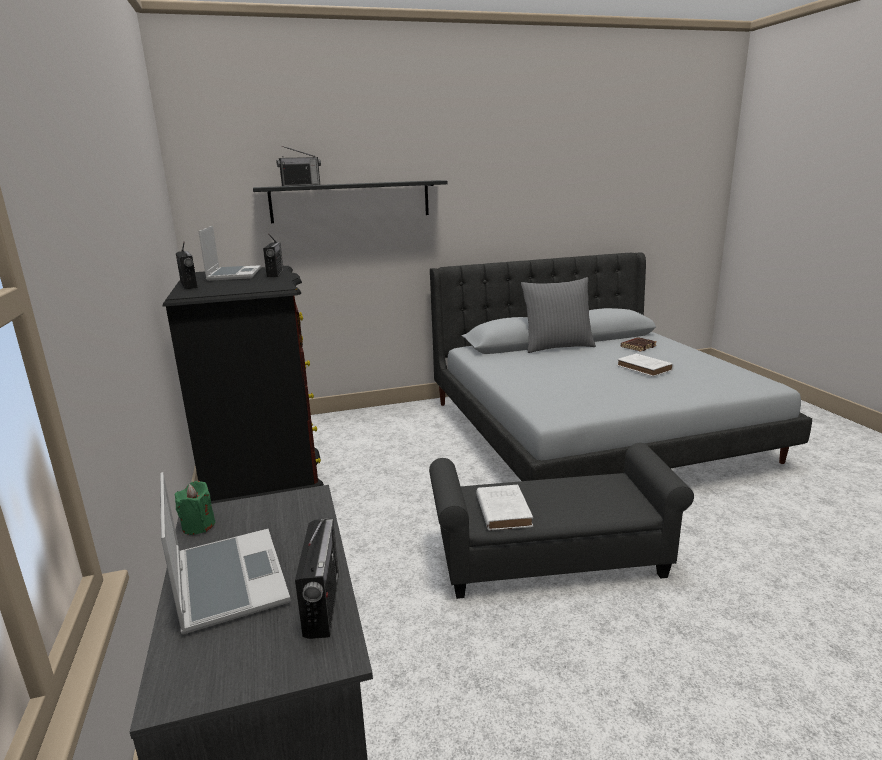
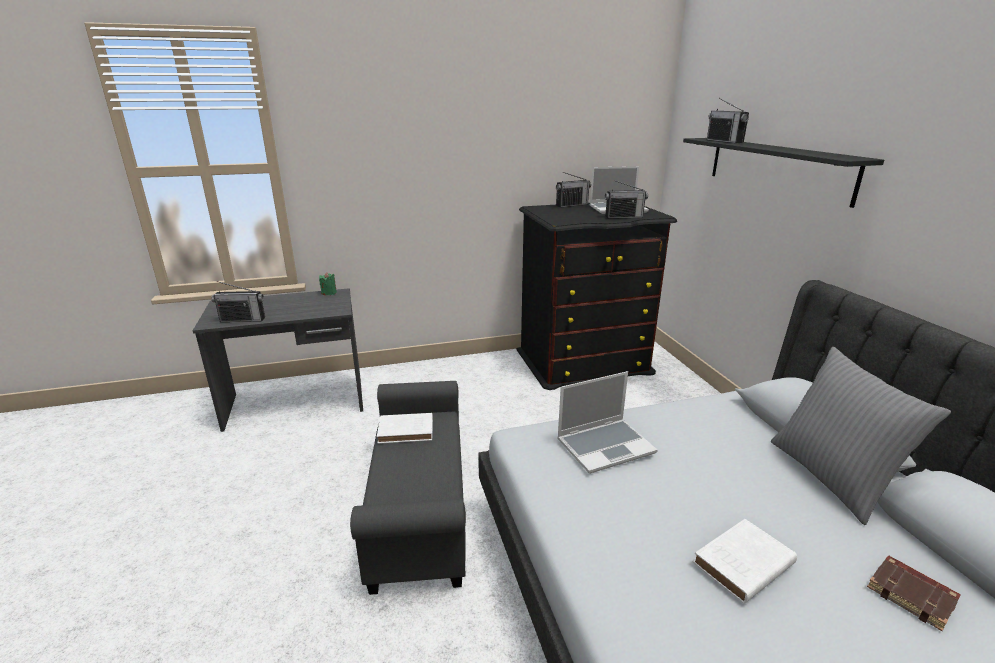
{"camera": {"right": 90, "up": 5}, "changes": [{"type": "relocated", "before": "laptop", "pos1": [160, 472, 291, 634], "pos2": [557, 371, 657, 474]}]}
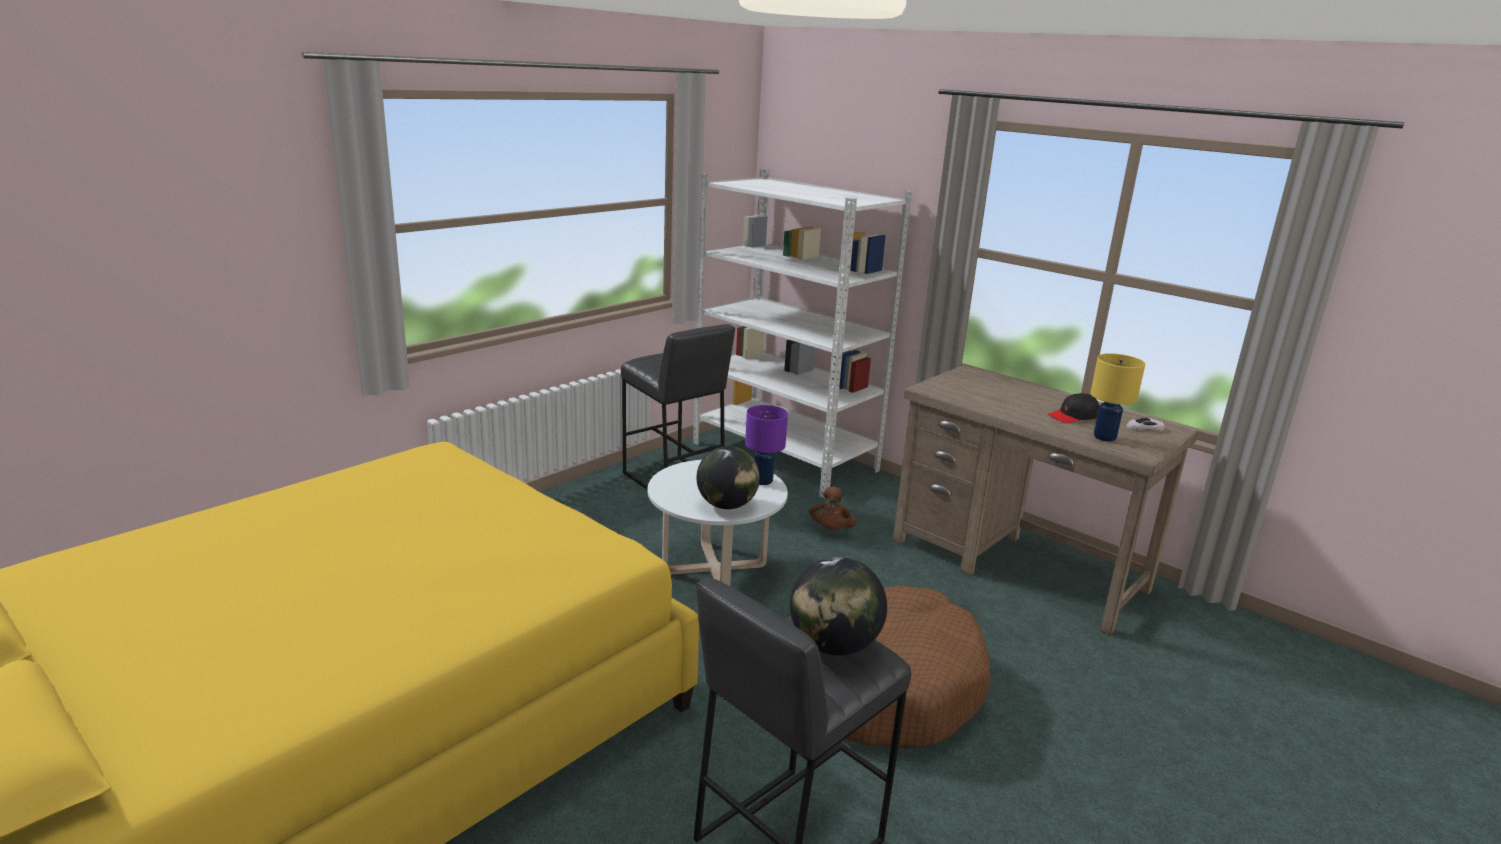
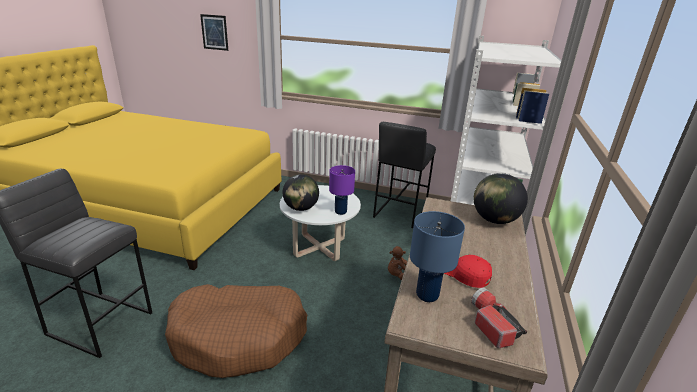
{"camera": {"right": 65, "up": 5}, "changes": [{"type": "appeared", "after": "picture", "pos2": [200, 14, 228, 51]}, {"type": "colour", "before": "table lamp/yellow", "after": "table lamp/blue", "pos1": [1090, 353, 1145, 442], "pos2": [410, 211, 465, 302]}, {"type": "colour", "before": "cap/black", "after": "cap/red", "pos1": [1048, 393, 1099, 423], "pos2": [444, 255, 492, 288]}, {"type": "exchanged", "before": "toy car/white", "after": "flashlight", "pos1": [1126, 418, 1165, 432], "pos2": [471, 288, 527, 348]}, {"type": "relocated", "before": "globe", "pos1": [790, 557, 887, 656], "pos2": [474, 173, 528, 224]}]}
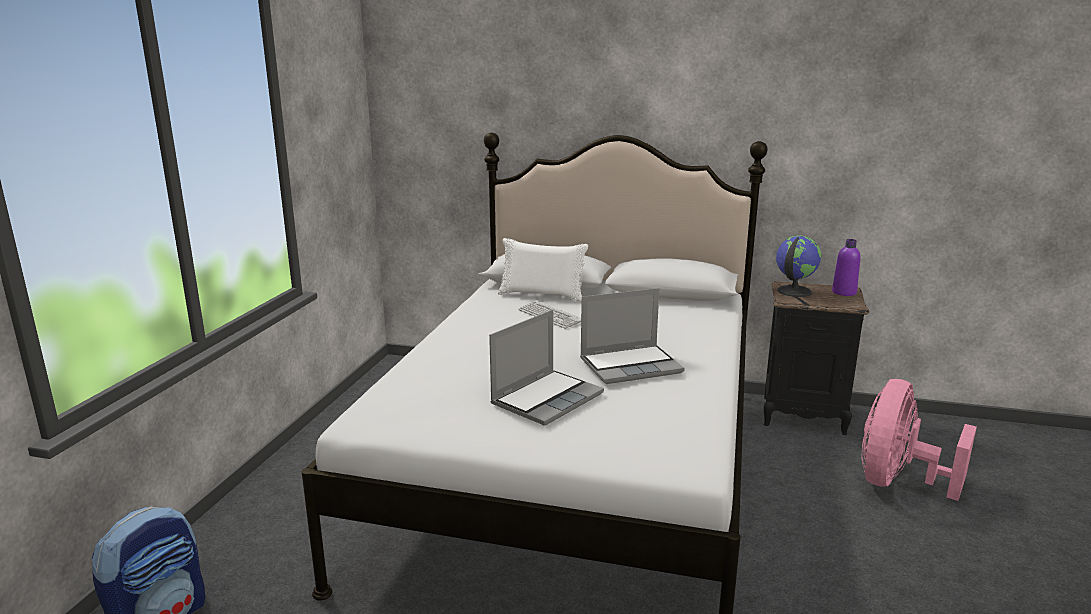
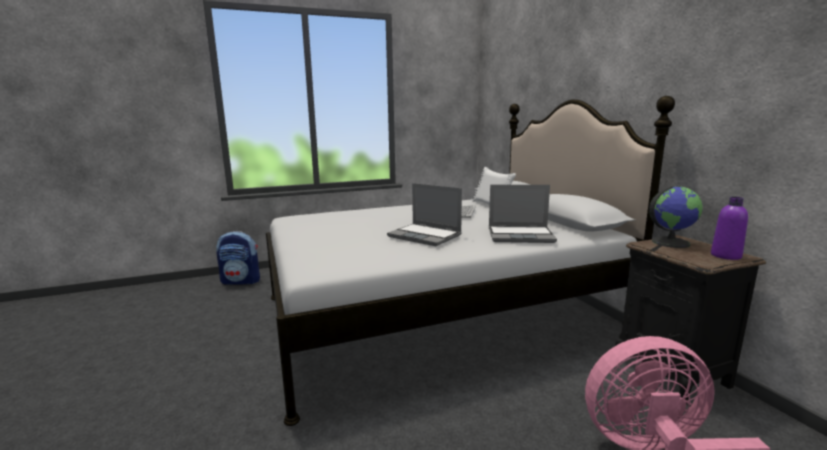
{"camera": {"right": 55, "up": -5}, "changes": [{"type": "relocated", "before": "laptop", "pos1": [489, 310, 604, 426], "pos2": [489, 185, 557, 243]}]}
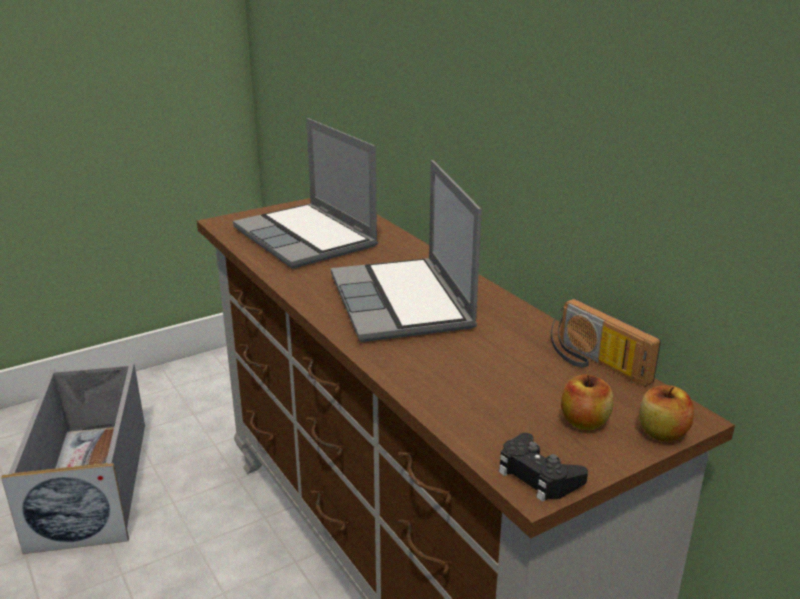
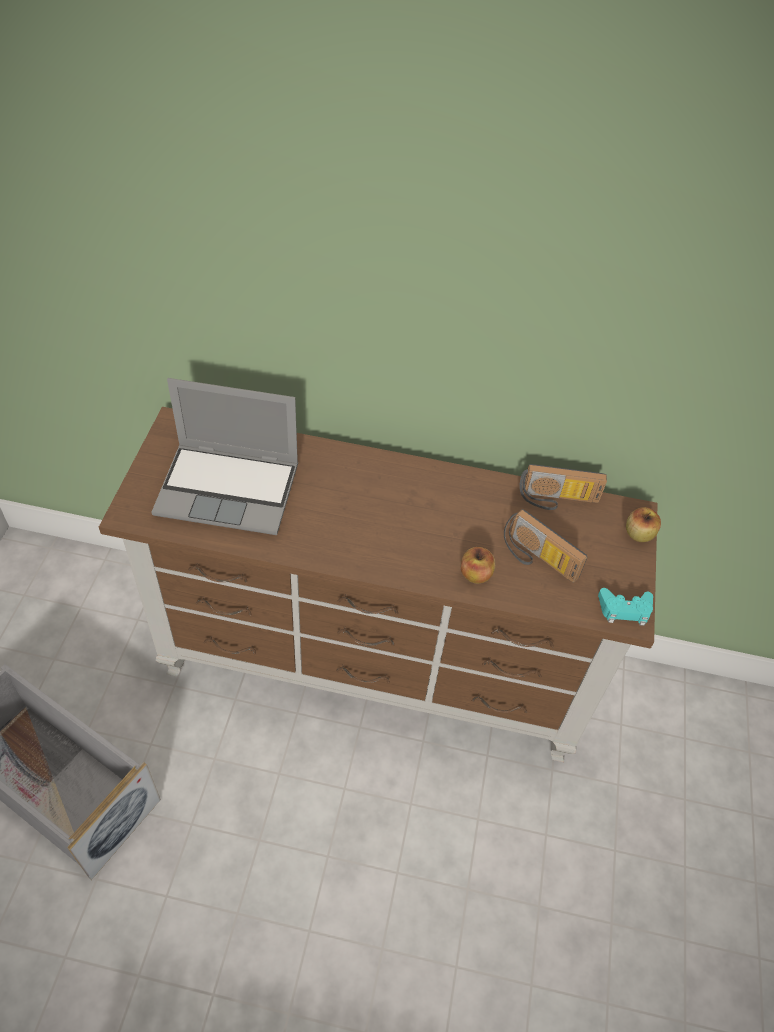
{"camera": {"right": -50, "up": 25}, "changes": [{"type": "relocated", "before": "apple", "pos1": [561, 375, 613, 430], "pos2": [461, 547, 495, 584]}, {"type": "appeared", "after": "radio", "pos2": [504, 509, 588, 582]}, {"type": "colour", "before": "game controller/black", "after": "game controller/turquoise", "pos1": [499, 433, 588, 502], "pos2": [598, 588, 653, 626]}, {"type": "missing", "before": "laptop", "pos1": [331, 160, 482, 342]}]}
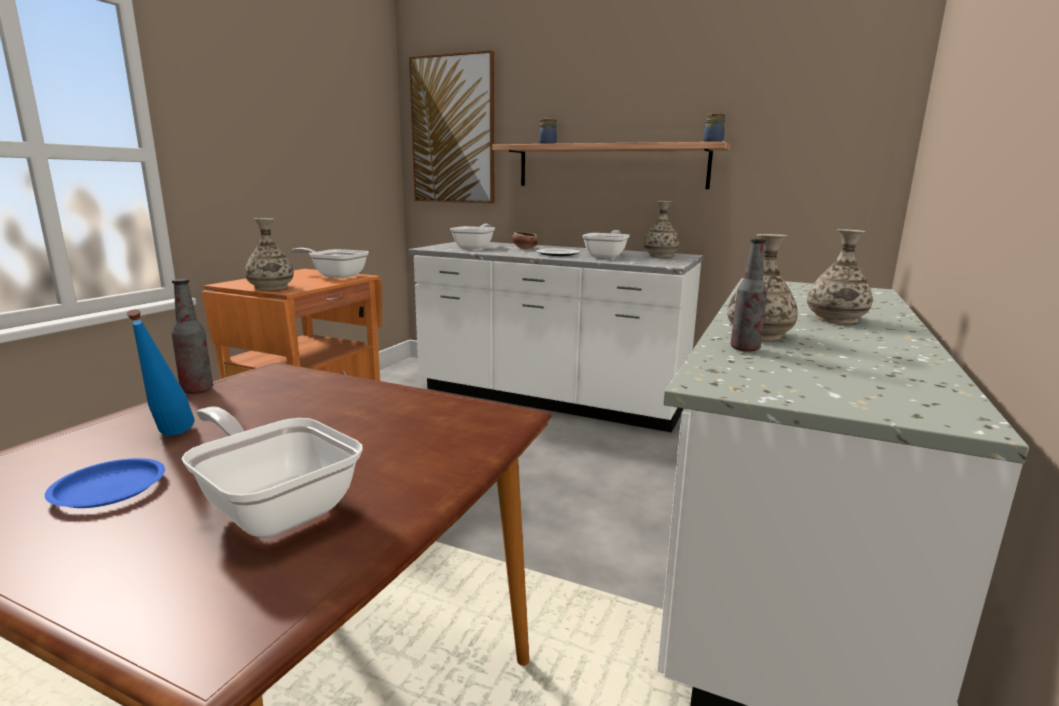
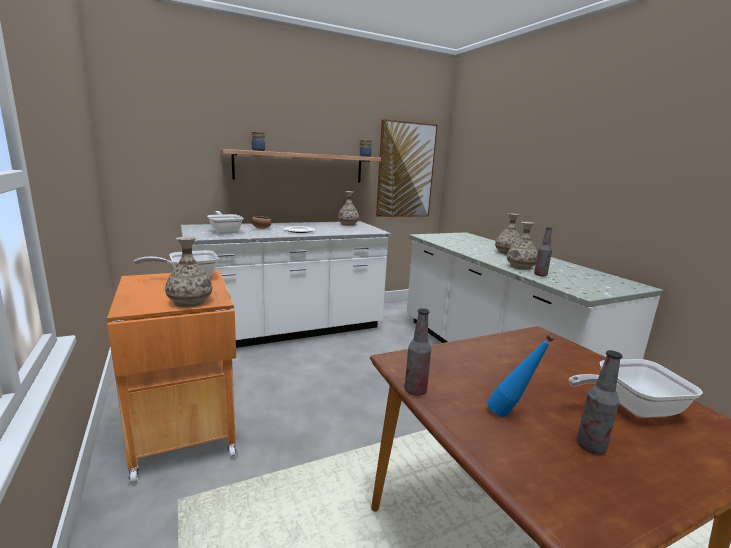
{"camera": {"right": -50, "up": 0}, "changes": [{"type": "relocated", "before": "picture", "pos1": [409, 50, 494, 203], "pos2": [376, 119, 438, 217]}, {"type": "exchanged", "before": "plate/blue", "after": "bottle", "pos1": [45, 458, 165, 508], "pos2": [577, 350, 622, 454]}, {"type": "missing", "before": "frying pan", "pos1": [582, 230, 630, 258]}]}
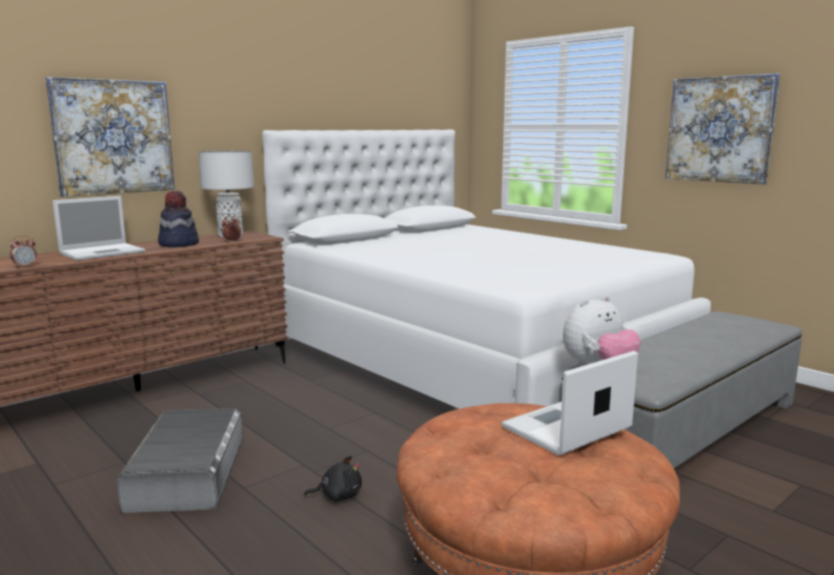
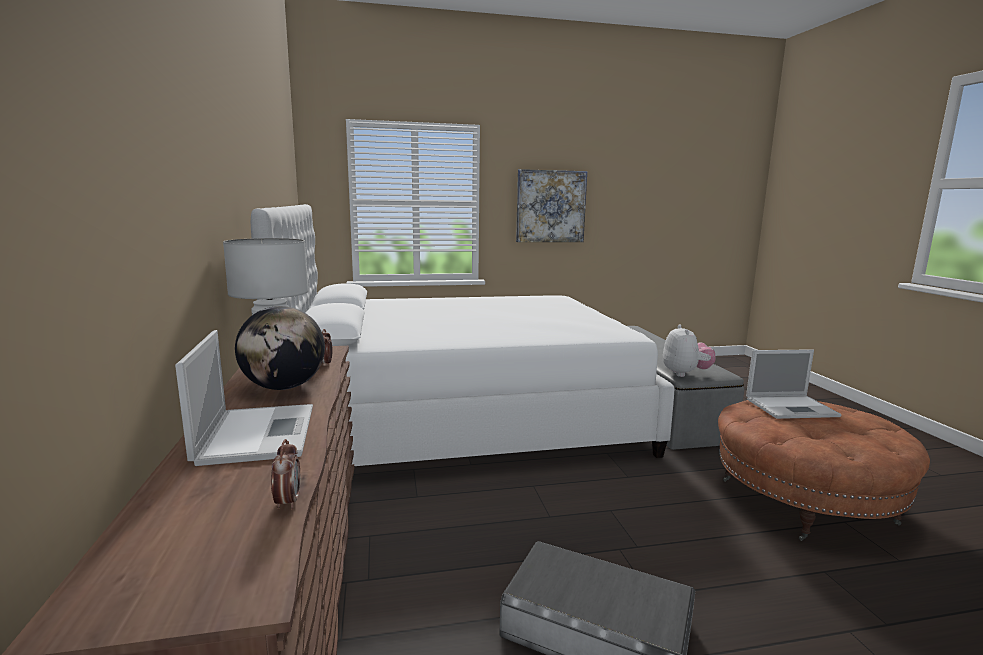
{"camera": {"right": -60, "up": 0}, "changes": [{"type": "exchanged", "before": "hat", "after": "globe", "pos1": [158, 191, 199, 247], "pos2": [235, 306, 325, 390]}, {"type": "spun", "before": "laptop", "pos1": [502, 351, 638, 456], "pos2": [746, 349, 842, 419], "turn": -90}, {"type": "missing", "before": "picture", "pos1": [45, 77, 175, 197]}, {"type": "missing", "before": "plush toy/black", "pos1": [304, 456, 362, 501]}]}
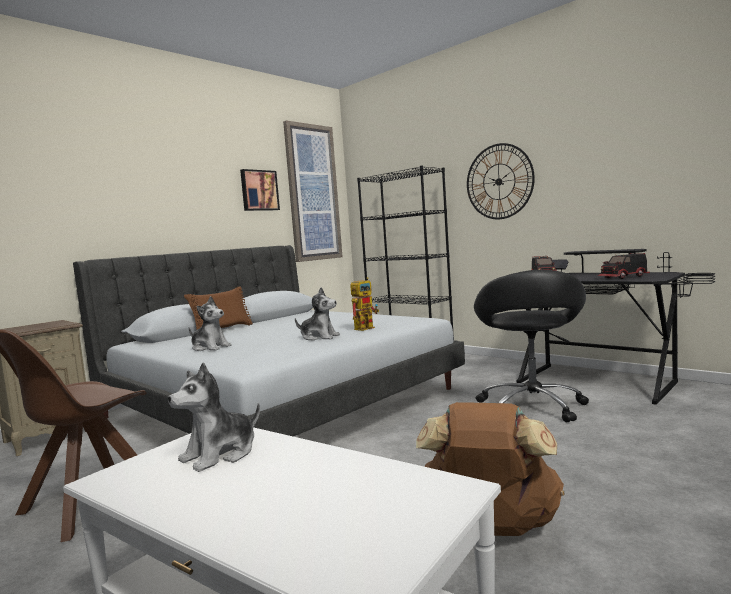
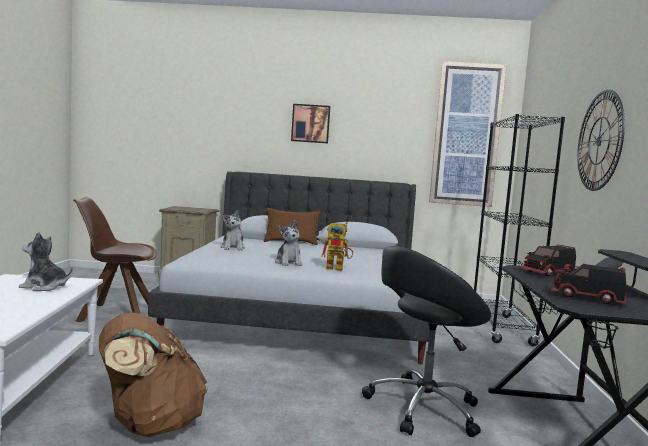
{"camera": {"right": 50, "up": 0}, "changes": [{"type": "relocated", "before": "picture", "pos1": [240, 169, 280, 211], "pos2": [291, 104, 330, 143]}]}
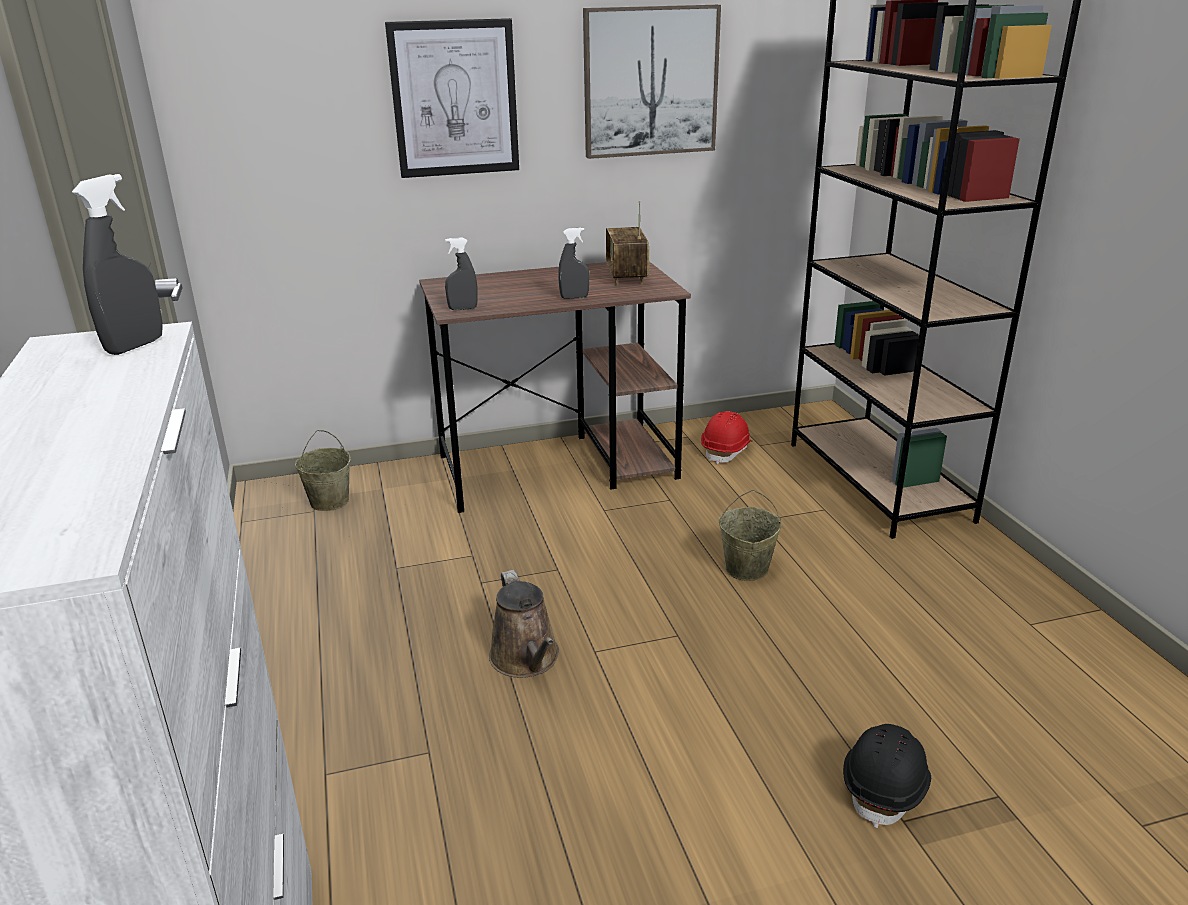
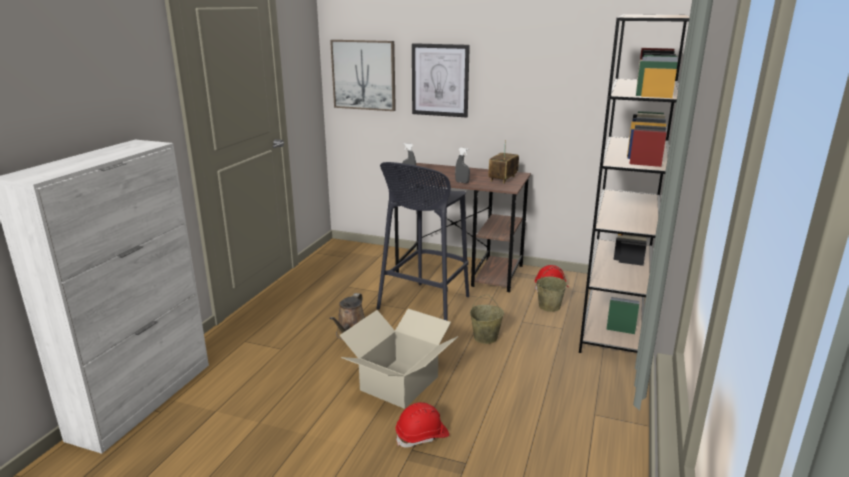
{"camera": {"right": 35, "up": -5}, "changes": [{"type": "relocated", "before": "picture", "pos1": [583, 5, 721, 159], "pos2": [330, 40, 396, 111]}, {"type": "appeared", "after": "cardboard box", "pos2": [339, 309, 459, 409]}, {"type": "appeared", "after": "stool/grey", "pos2": [377, 162, 469, 321]}, {"type": "colour", "before": "hard hat/black", "after": "hard hat/red", "pos1": [843, 724, 931, 828], "pos2": [396, 402, 449, 448]}, {"type": "relocated", "before": "bucket/beige", "pos1": [295, 430, 351, 511], "pos2": [536, 266, 567, 312]}, {"type": "missing", "before": "spray bottle/grey", "pos1": [72, 174, 163, 355]}]}
